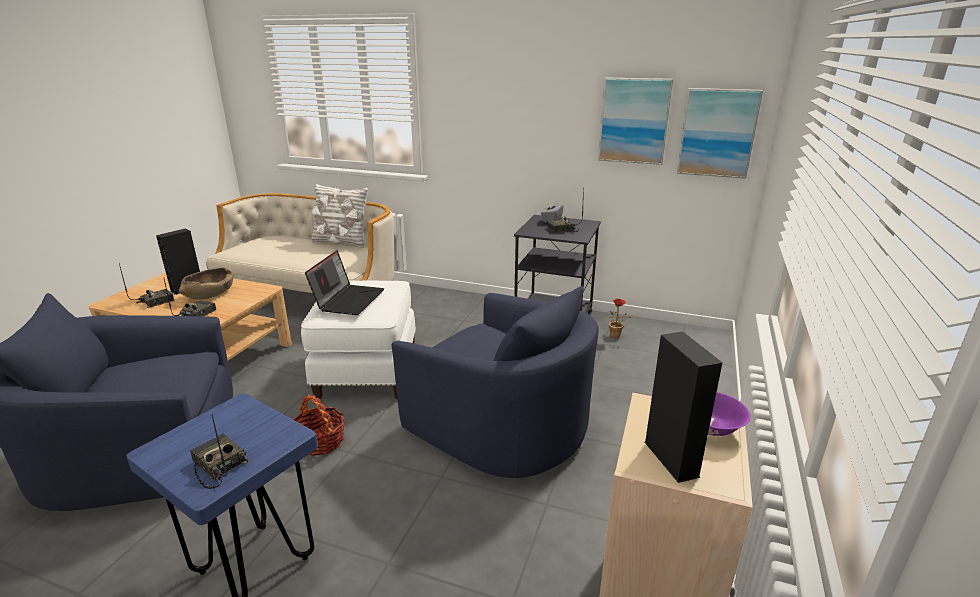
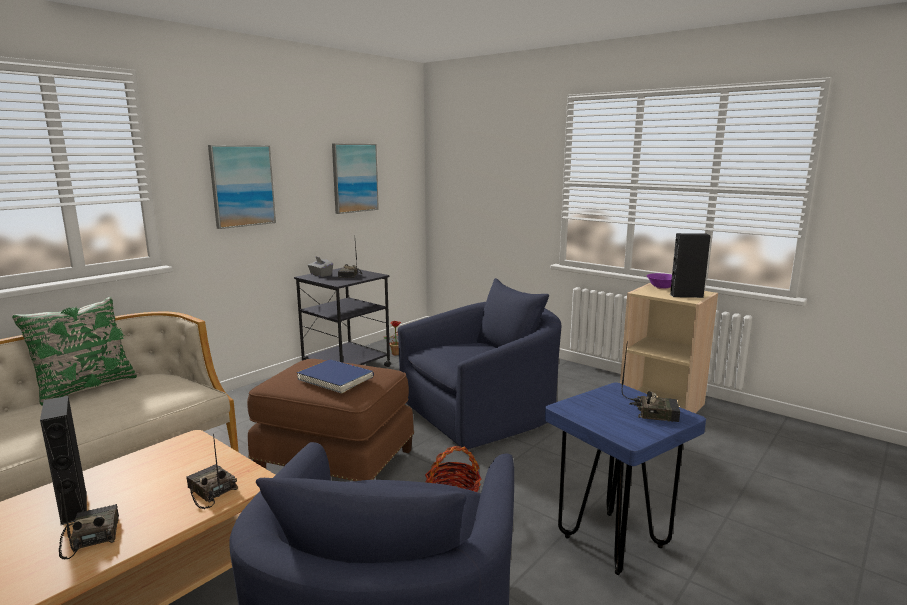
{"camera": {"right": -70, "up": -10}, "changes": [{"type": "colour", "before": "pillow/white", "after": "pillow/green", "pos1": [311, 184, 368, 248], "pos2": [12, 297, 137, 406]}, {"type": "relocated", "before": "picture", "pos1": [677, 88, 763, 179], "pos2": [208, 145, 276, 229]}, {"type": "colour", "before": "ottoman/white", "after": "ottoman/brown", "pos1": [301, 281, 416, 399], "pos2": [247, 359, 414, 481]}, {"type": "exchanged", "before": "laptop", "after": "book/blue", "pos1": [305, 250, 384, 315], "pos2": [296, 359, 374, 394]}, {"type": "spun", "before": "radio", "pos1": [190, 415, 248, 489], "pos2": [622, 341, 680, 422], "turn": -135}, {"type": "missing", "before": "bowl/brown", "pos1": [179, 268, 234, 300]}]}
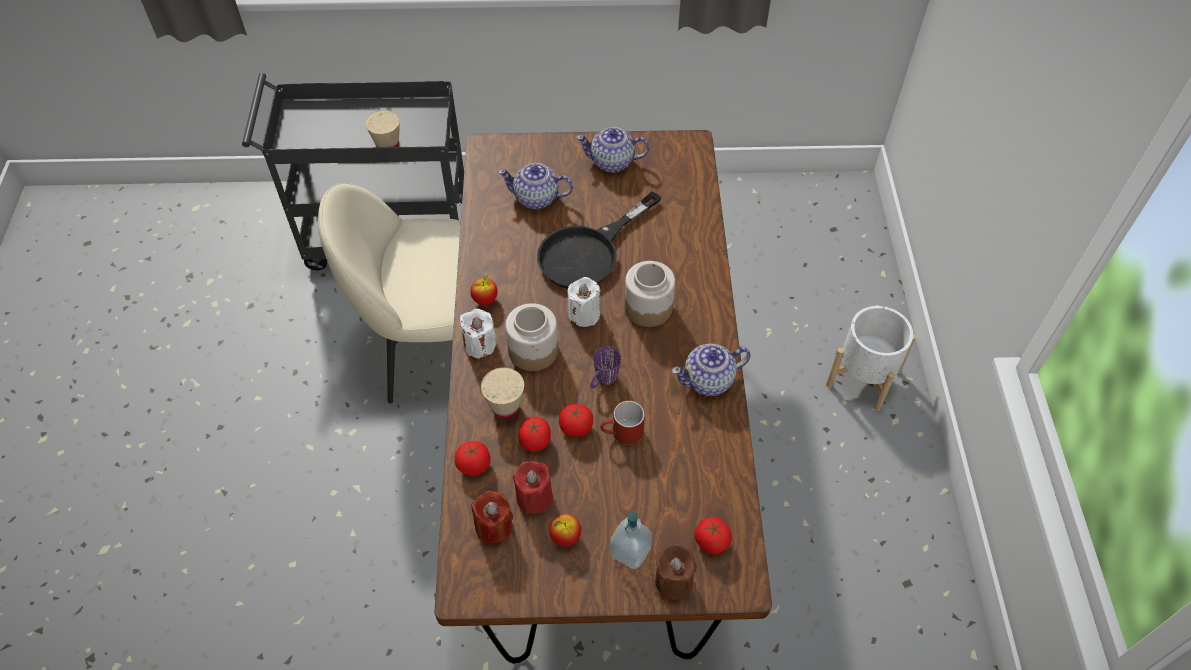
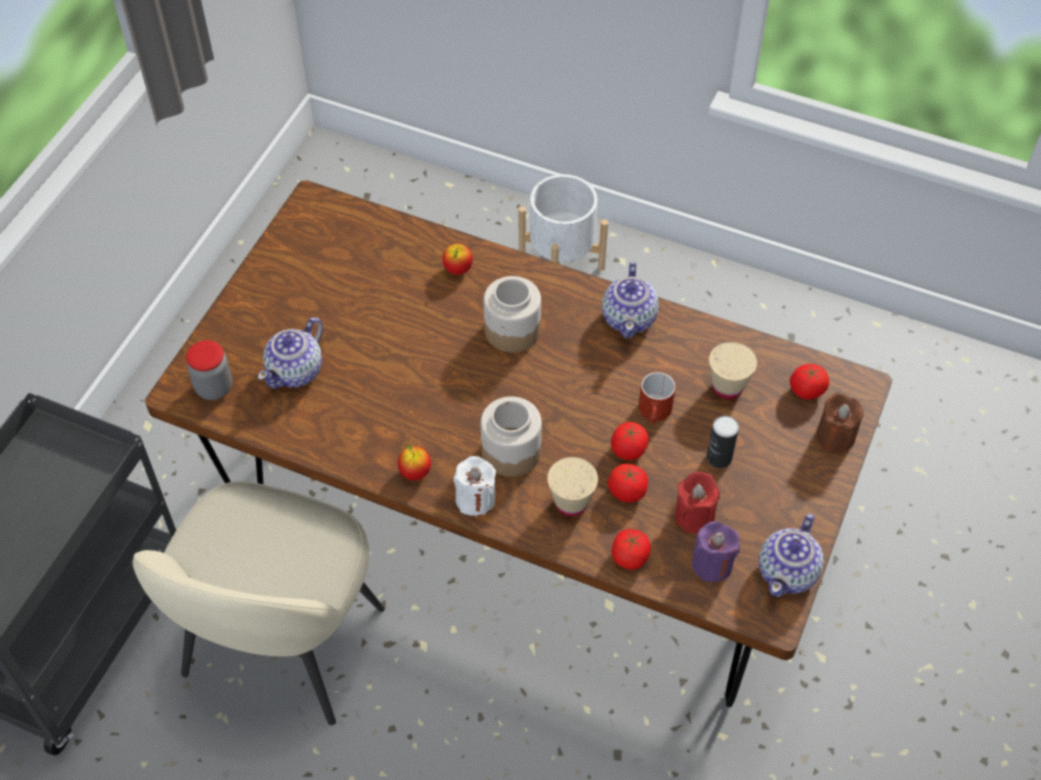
{"camera": {"right": -65, "up": 0}, "changes": [{"type": "appeared", "after": "jar", "pos2": [186, 340, 232, 400]}, {"type": "relocated", "before": "apple", "pos1": [549, 514, 581, 547], "pos2": [442, 244, 473, 275]}, {"type": "colour", "before": "candle/red", "after": "candle/purple", "pos1": [471, 491, 513, 544], "pos2": [692, 521, 740, 582]}, {"type": "appeared", "after": "can", "pos2": [707, 416, 739, 468]}, {"type": "relocated", "before": "cup/beige", "pos1": [365, 110, 400, 147], "pos2": [709, 342, 757, 399]}, {"type": "relocated", "before": "teapot", "pos1": [576, 127, 649, 173], "pos2": [759, 514, 824, 597]}, {"type": "missing", "before": "frying pan/black", "pos1": [537, 191, 661, 289]}, {"type": "missing", "before": "candle/white", "pos1": [568, 277, 600, 327]}, {"type": "missing", "before": "mug/purple", "pos1": [590, 347, 621, 389]}, {"type": "missing", "before": "soap dispenser", "pos1": [610, 511, 652, 569]}]}
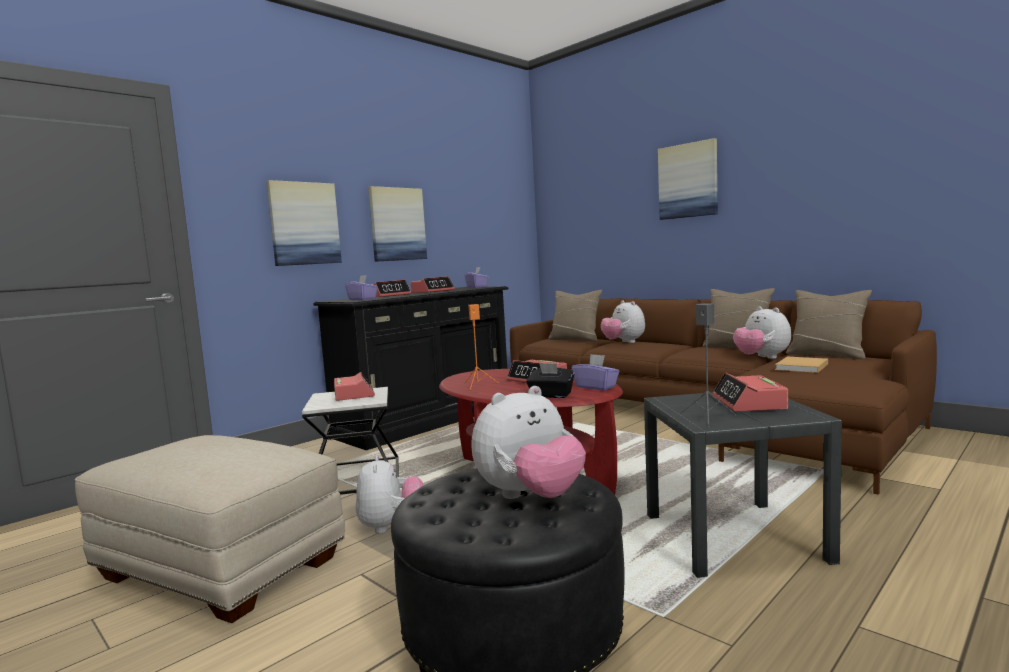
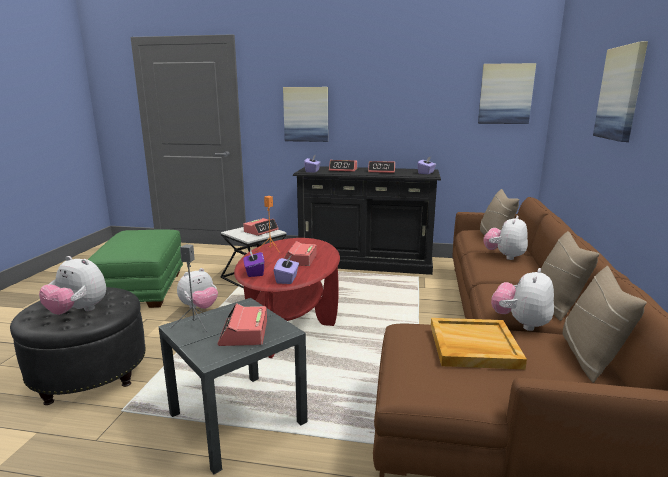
{"camera": {"right": 55, "up": 10}, "changes": [{"type": "colour", "before": "ottoman/beige", "after": "ottoman/green", "pos1": [75, 435, 345, 623], "pos2": [88, 229, 183, 308]}, {"type": "spun", "before": "alarm clock", "pos1": [712, 373, 788, 412], "pos2": [218, 303, 267, 346], "turn": -60}, {"type": "colour", "before": "tissue box/black", "after": "tissue box/purple", "pos1": [526, 363, 574, 398], "pos2": [244, 249, 264, 277]}, {"type": "exchanged", "before": "book/beige", "after": "tray/beige", "pos1": [775, 357, 828, 373], "pos2": [431, 318, 527, 370]}, {"type": "relocated", "before": "picture", "pos1": [368, 186, 427, 262], "pos2": [478, 63, 536, 124]}]}
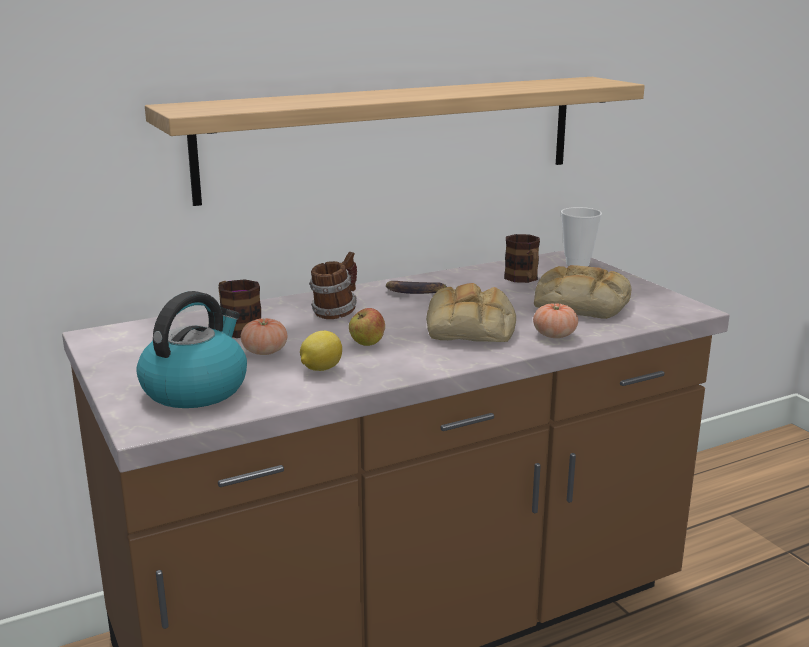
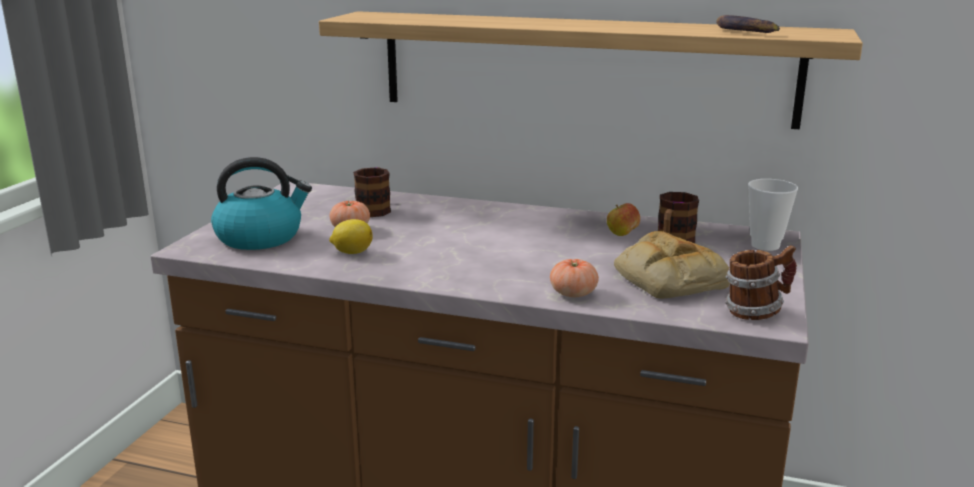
{"camera": {"right": 45, "up": 0}, "changes": [{"type": "relocated", "before": "apple", "pos1": [349, 308, 385, 346], "pos2": [607, 203, 640, 236]}, {"type": "relocated", "before": "banana", "pos1": [386, 281, 447, 294], "pos2": [716, 15, 780, 33]}, {"type": "relocated", "before": "mug", "pos1": [309, 252, 357, 319], "pos2": [725, 245, 797, 320]}, {"type": "missing", "before": "bread", "pos1": [426, 283, 516, 342]}]}
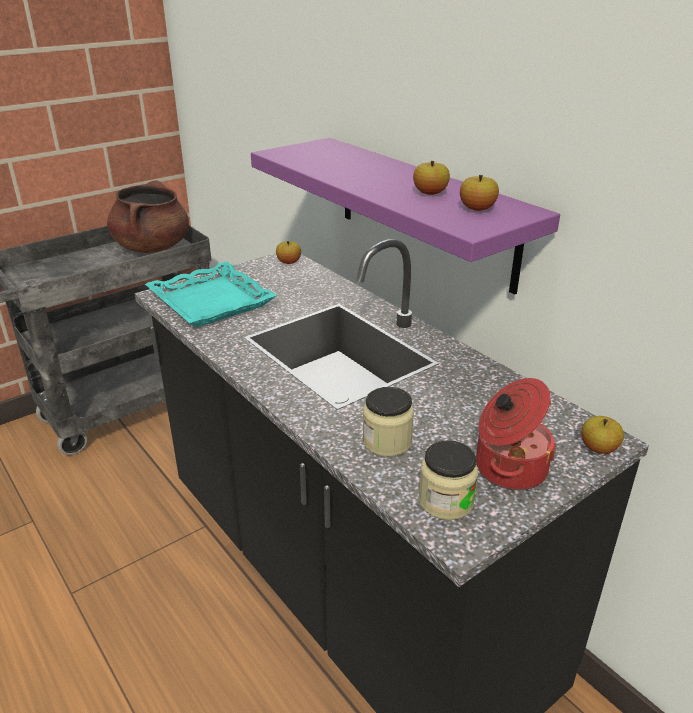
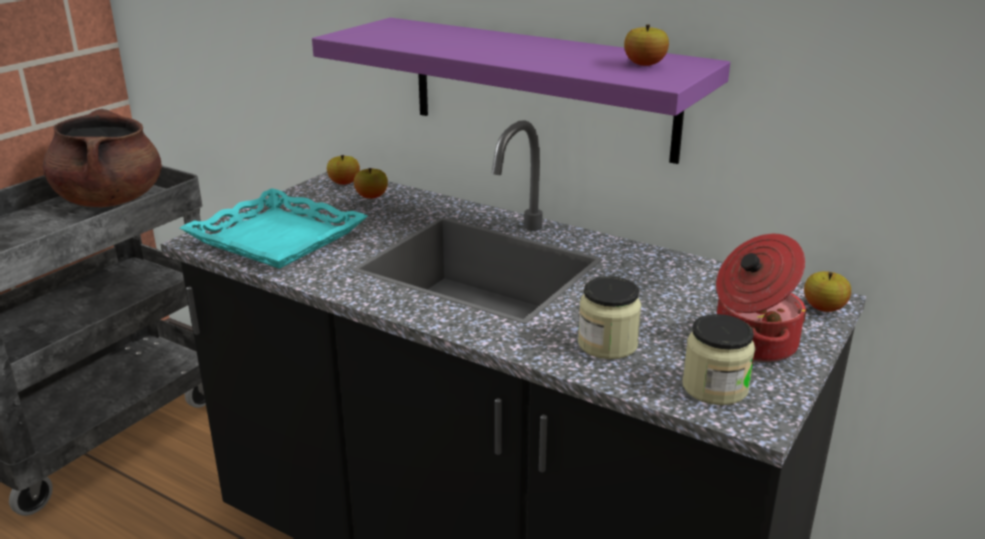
{"camera": {"right": -20, "up": -5}, "changes": [{"type": "relocated", "before": "apple", "pos1": [413, 161, 450, 195], "pos2": [354, 168, 388, 199]}]}
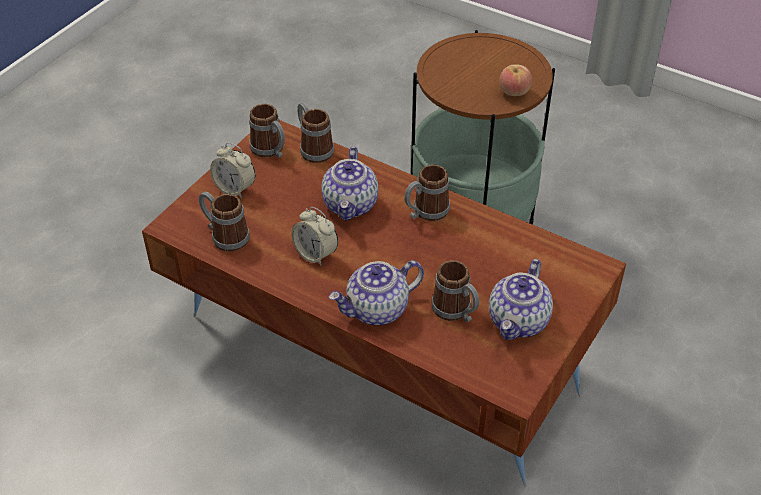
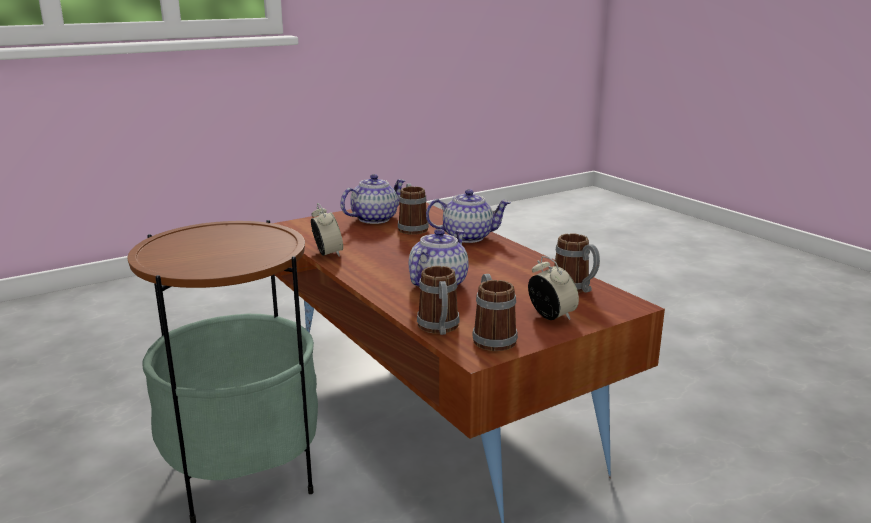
{"camera": {"right": -155, "up": -25}, "changes": [{"type": "relocated", "before": "alarm clock", "pos1": [291, 207, 338, 266], "pos2": [311, 203, 343, 257]}, {"type": "missing", "before": "mug", "pos1": [404, 165, 450, 221]}, {"type": "missing", "before": "apple", "pos1": [499, 64, 532, 96]}]}
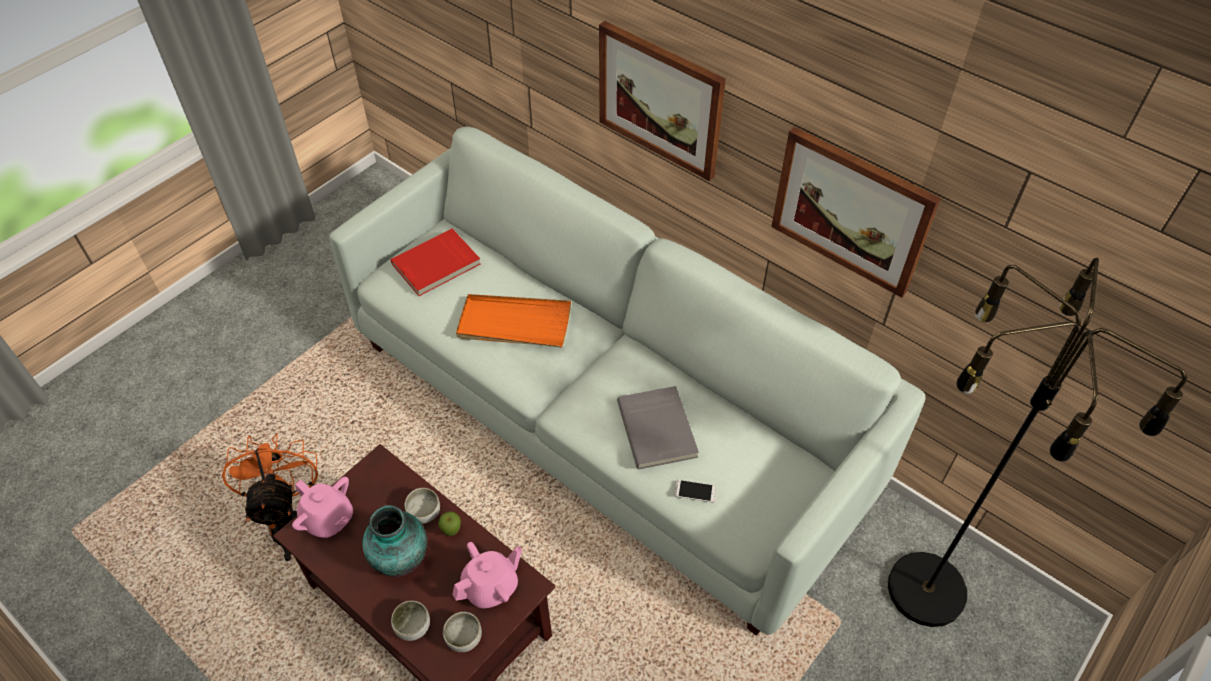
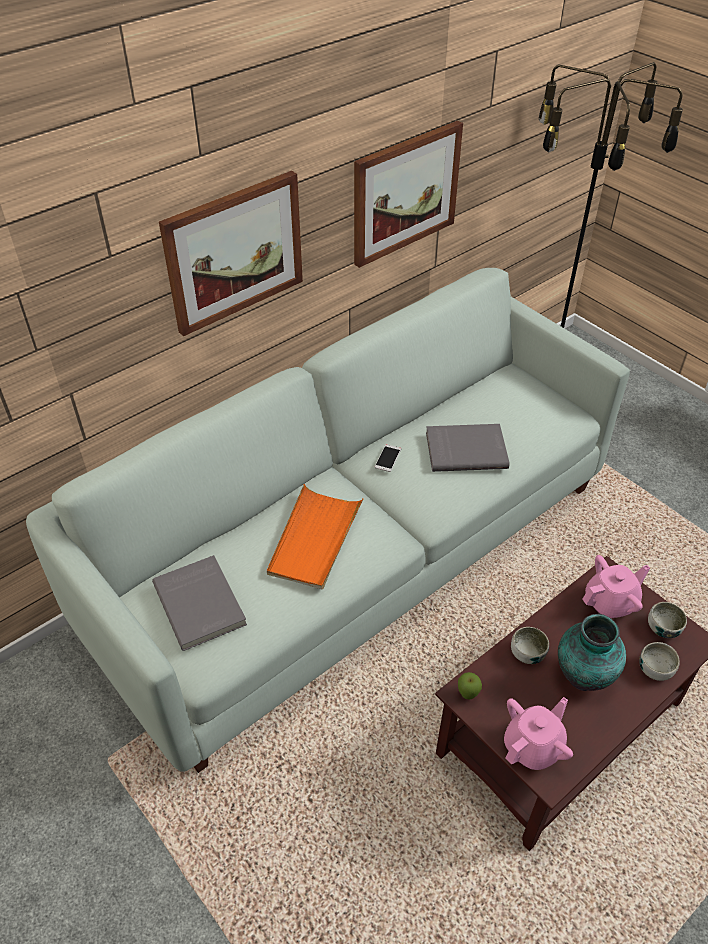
{"camera": {"right": -80, "up": -5}, "changes": [{"type": "colour", "before": "book/red", "after": "book/grey", "pos1": [391, 229, 481, 296], "pos2": [152, 555, 247, 651]}, {"type": "relocated", "before": "phone", "pos1": [675, 480, 716, 503], "pos2": [375, 444, 401, 472]}, {"type": "relocated", "before": "apple", "pos1": [438, 512, 461, 536], "pos2": [458, 672, 482, 699]}, {"type": "spun", "before": "teapot/pink", "pos1": [452, 542, 522, 608], "pos2": [582, 555, 650, 619], "turn": 90}, {"type": "missing", "before": "fan/orange", "pos1": [222, 433, 318, 561]}]}
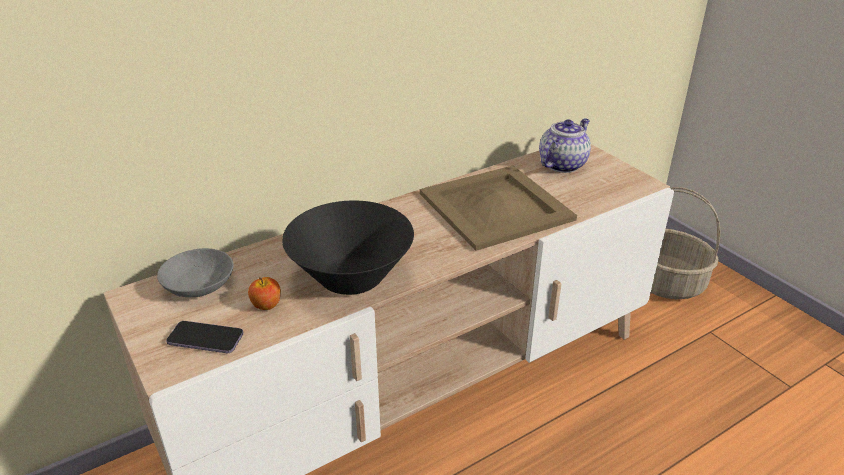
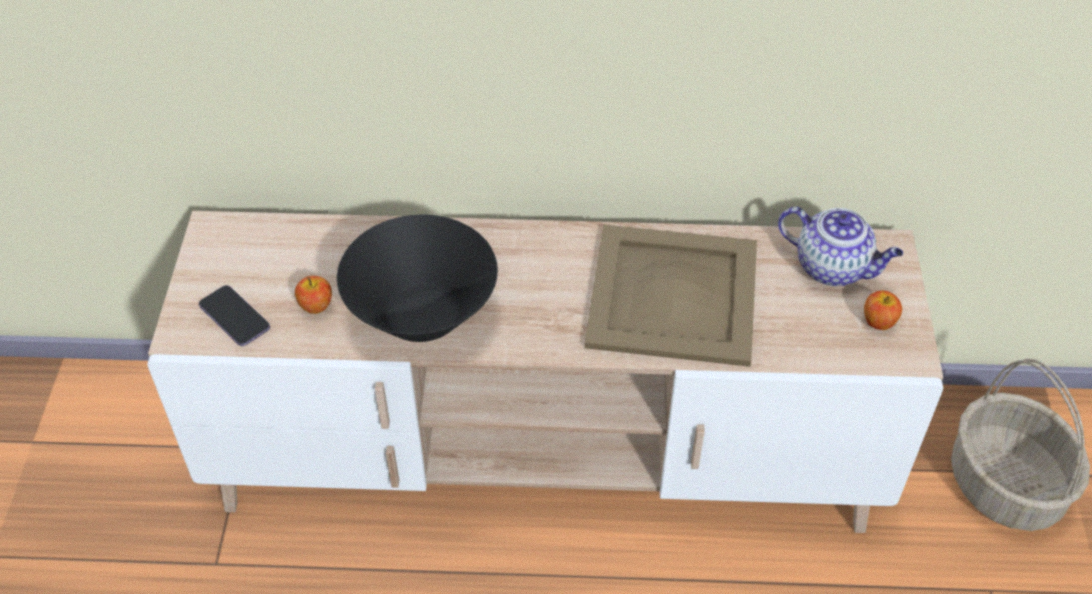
{"camera": {"right": 35, "up": 15}, "changes": [{"type": "spun", "before": "teapot", "pos1": [539, 118, 591, 173], "pos2": [778, 207, 903, 286], "turn": 45}, {"type": "appeared", "after": "apple", "pos2": [864, 290, 902, 330]}, {"type": "missing", "before": "bowl/grey", "pos1": [157, 248, 234, 297]}]}
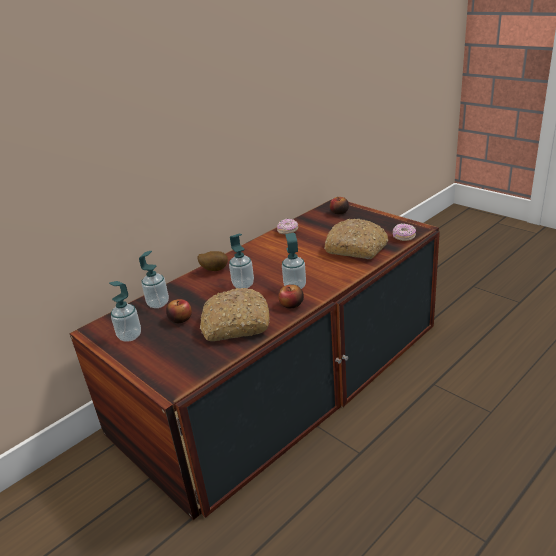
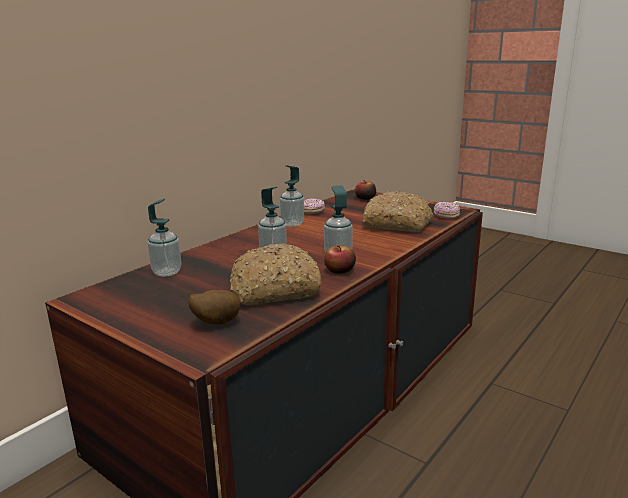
{"camera": {"right": -10, "up": -10}, "changes": [{"type": "relocated", "before": "potato", "pos1": [197, 251, 228, 271], "pos2": [188, 290, 240, 325]}, {"type": "relocated", "before": "soap dispenser", "pos1": [109, 281, 141, 342], "pos2": [280, 165, 304, 227]}, {"type": "missing", "before": "apple", "pos1": [166, 299, 192, 323]}]}
